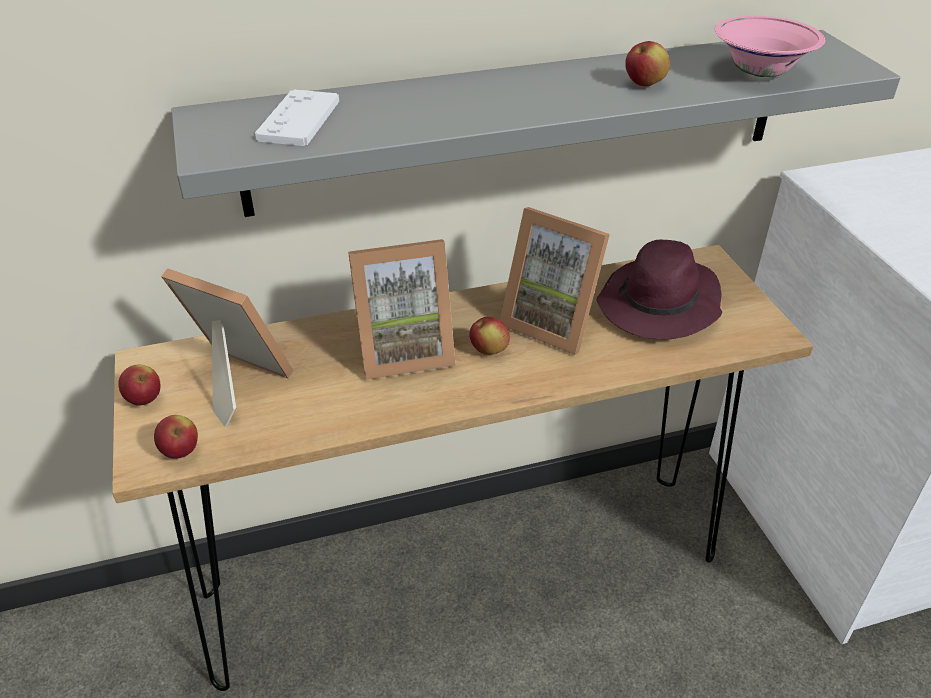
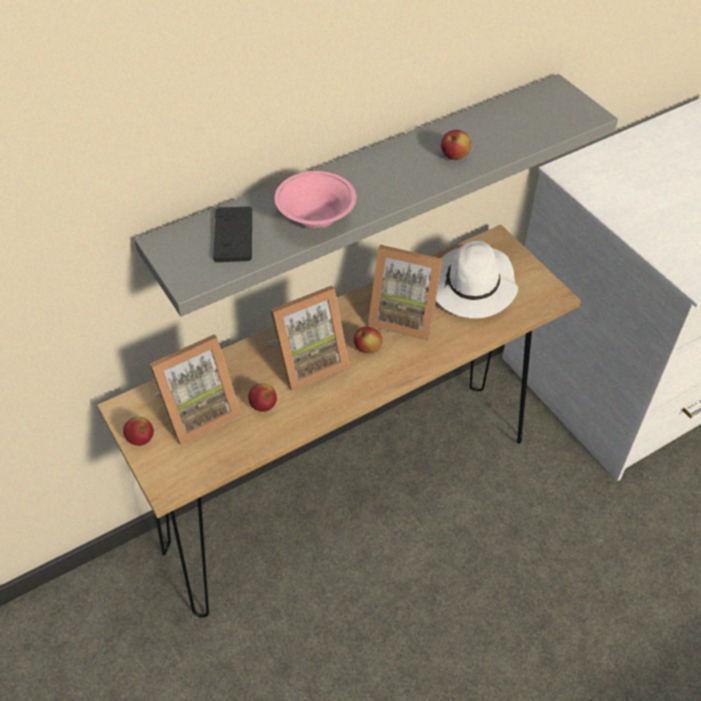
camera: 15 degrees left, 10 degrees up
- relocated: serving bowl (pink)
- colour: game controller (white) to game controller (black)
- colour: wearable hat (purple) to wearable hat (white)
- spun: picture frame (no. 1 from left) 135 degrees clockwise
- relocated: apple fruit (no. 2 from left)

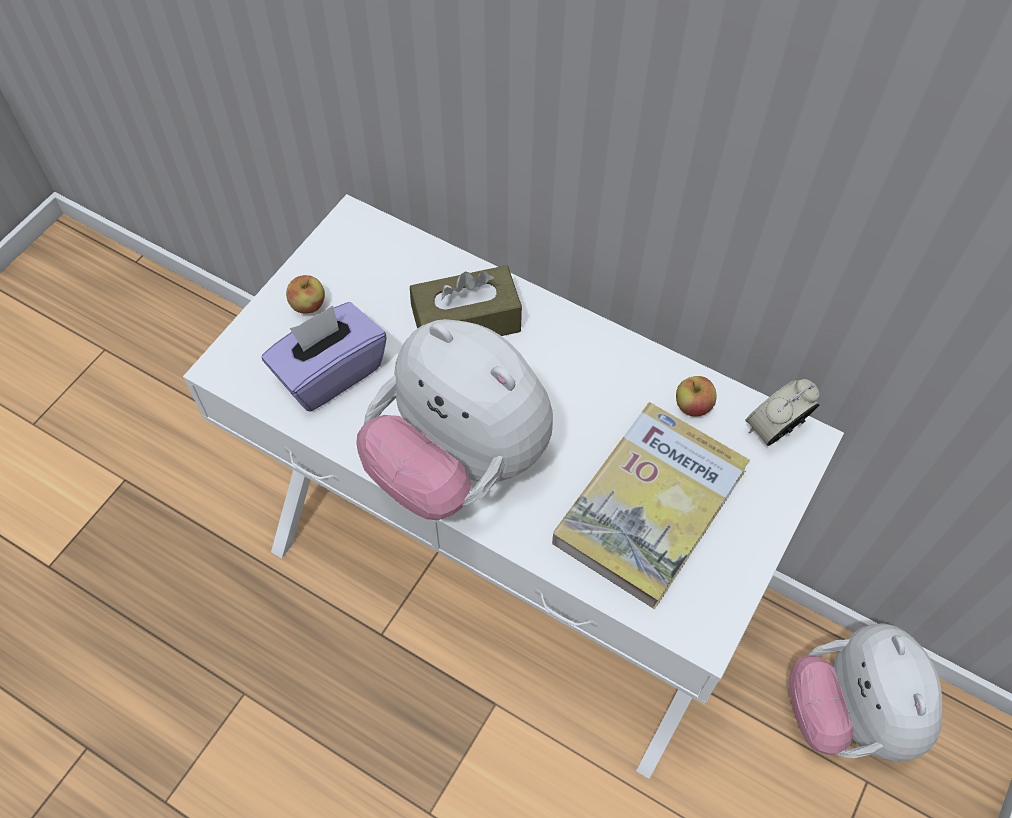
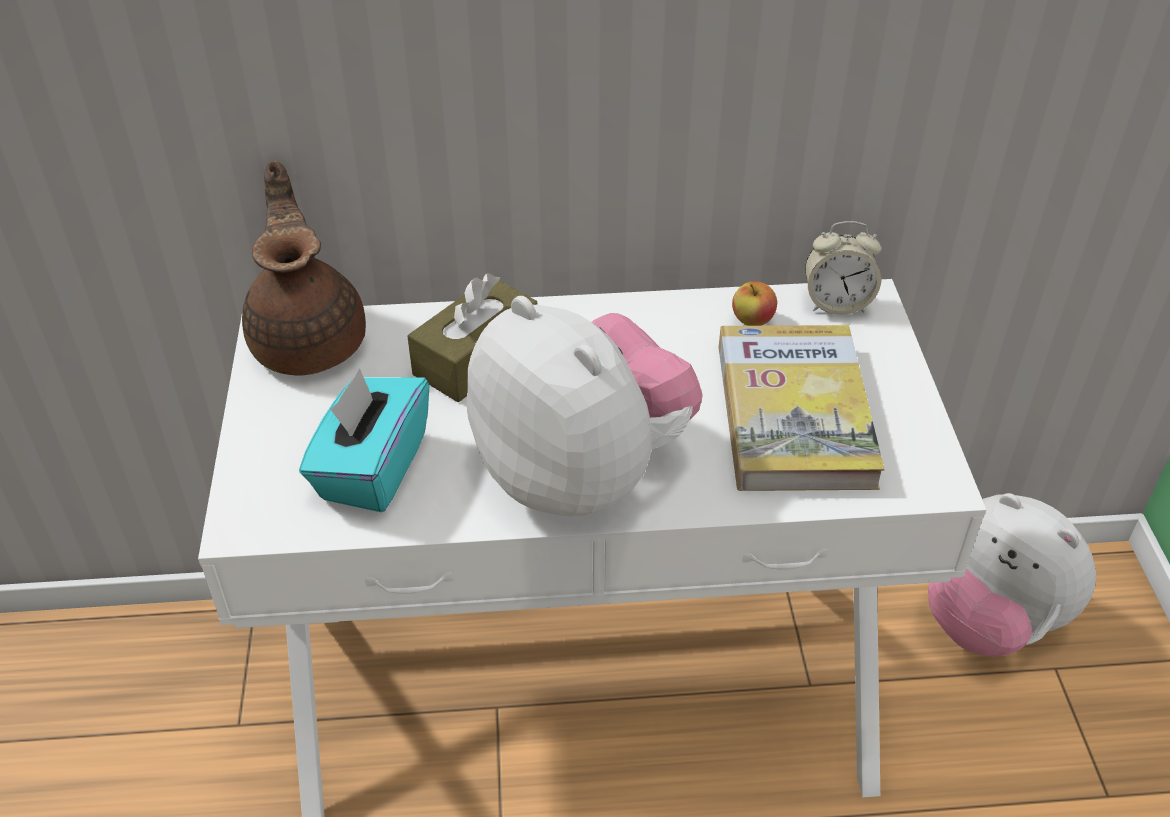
camera: 35 degrees left, 15 degrees down
- missing: apple fruit (no. 1 from left)
- colour: tissue box (purple) to tissue box (blue-green)
- spun: soft toy (no. 1 from left) 135 degrees counterclockwise
- spun: bedside clock 105 degrees counterclockwise
- appeared: pot for tea (brownish)

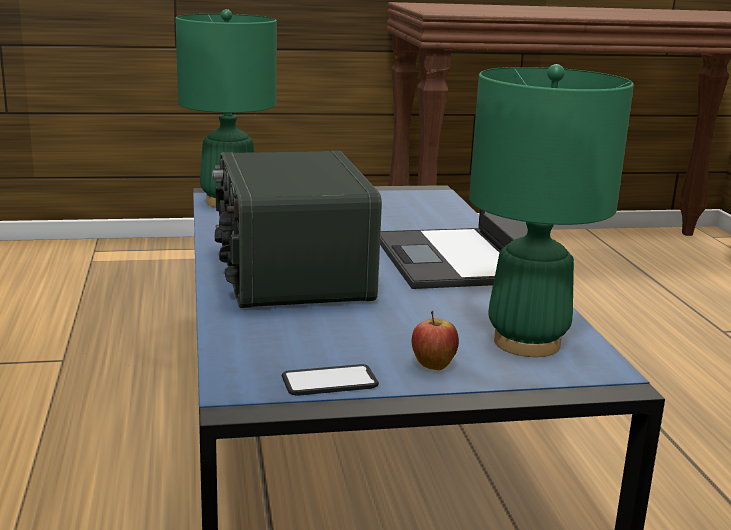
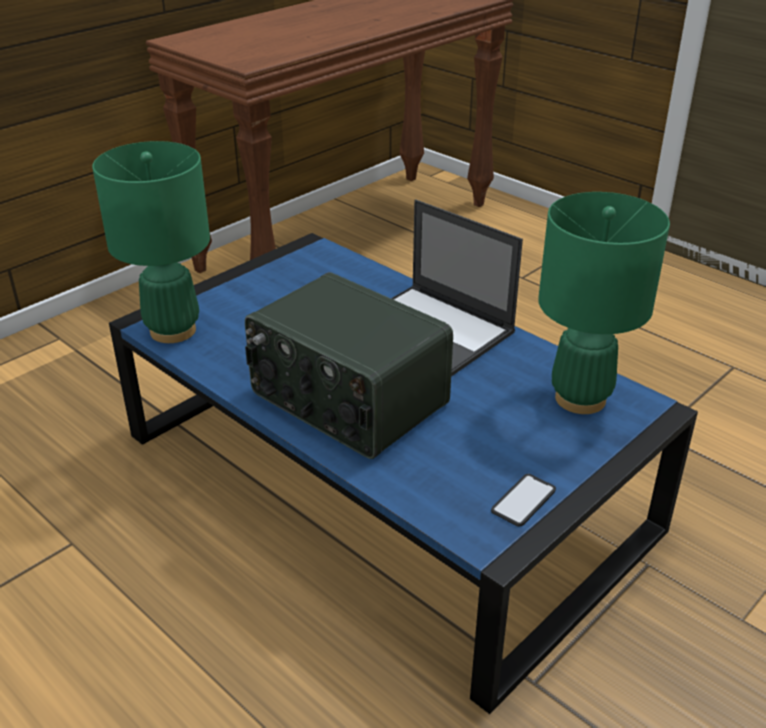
camera: 35 degrees left, 15 degrees up
- missing: apple fruit

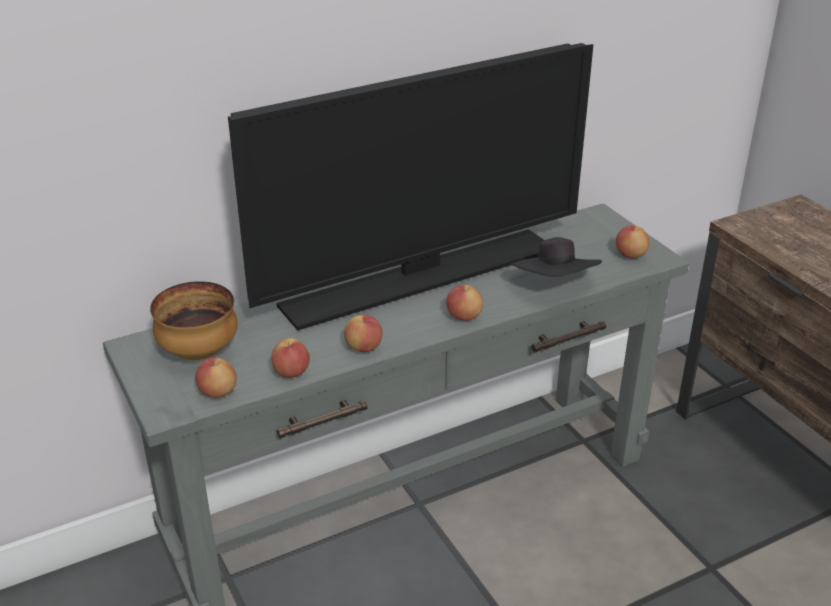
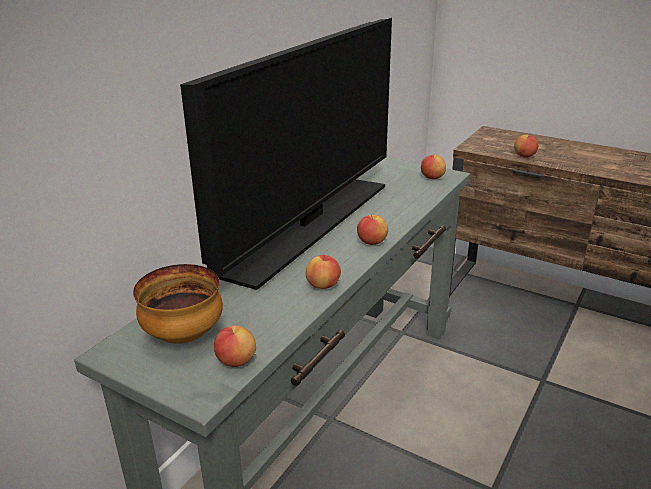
camera: 30 degrees left, 5 degrees down
- missing: wearable hat (black)
- relocated: apple fruit (no. 2 from left in the first image) to apple fruit (no. 5 from left)

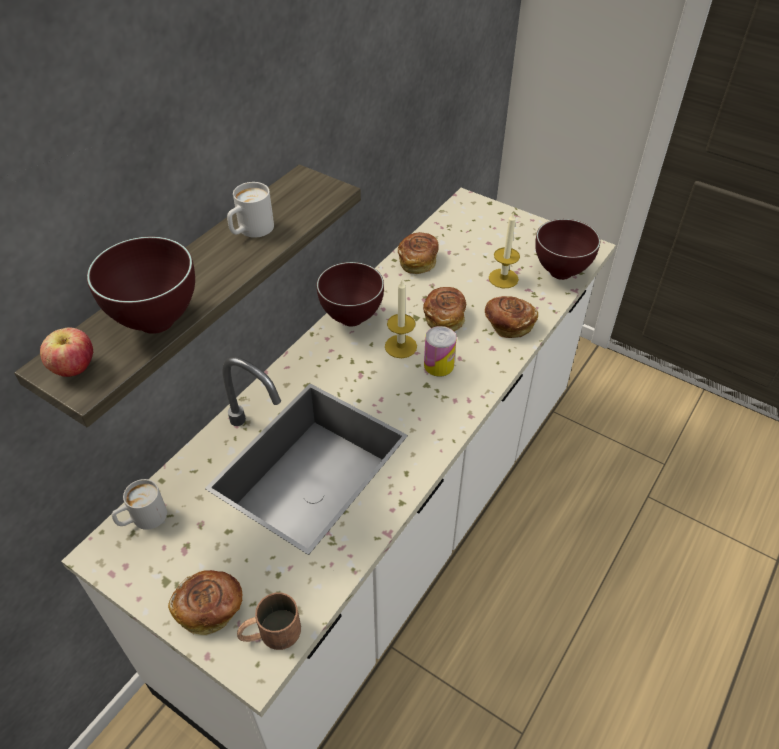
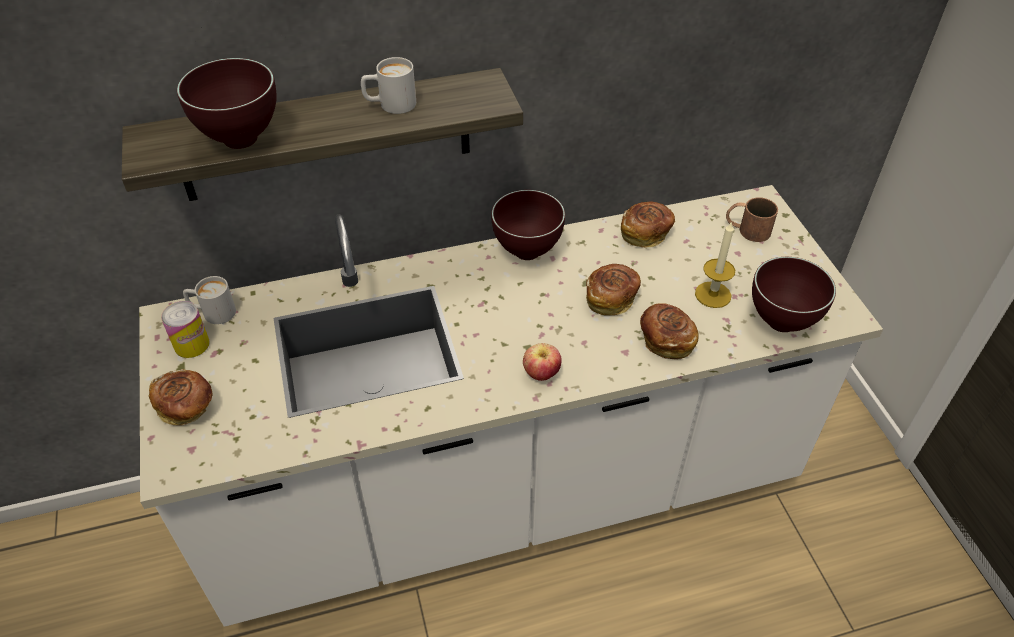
camera: 40 degrees right, 0 degrees up
- missing: wax light (no. 1 from left)
- relocated: sealed can
- relocated: apple fruit
- relocated: tea mug (brownish)

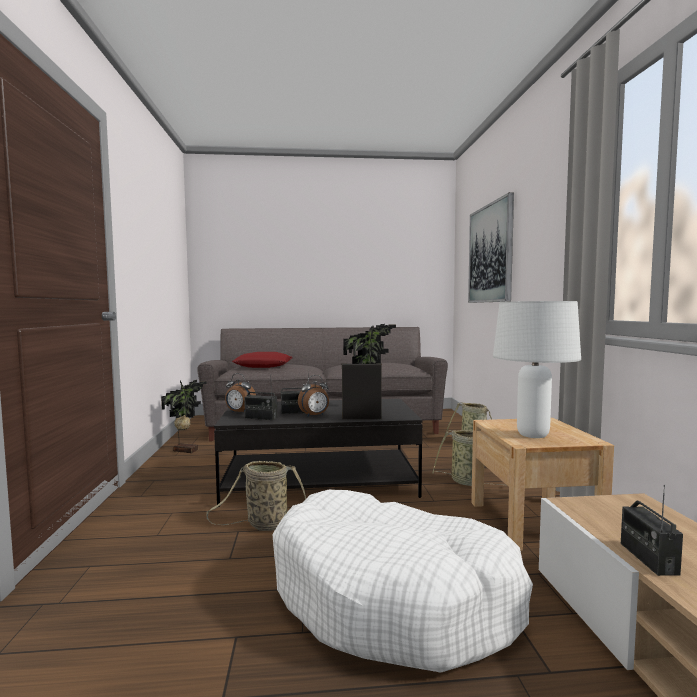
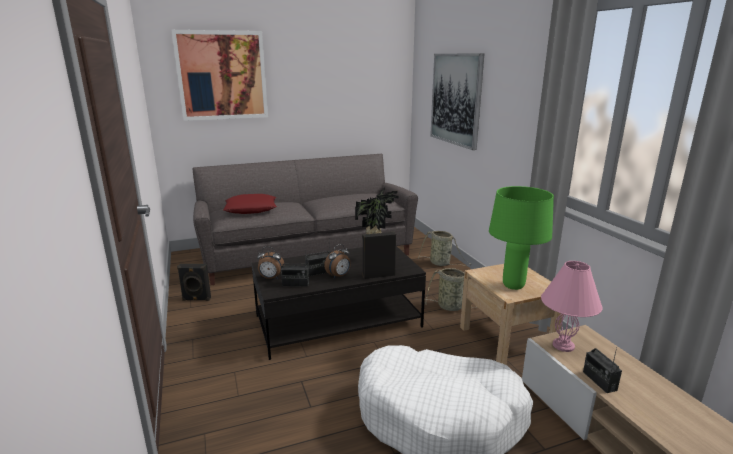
camera: 15 degrees left, 15 degrees up
- colour: table lamp (white) to table lamp (greenish)
- exchanged: houseplant (no. 1 from left) to loudspeaker (black) (no. 1 from left)
- missing: basket (no. 1 from left)
- appeared: wall picture (no. 1 from left)
- appeared: table lamp (pink)

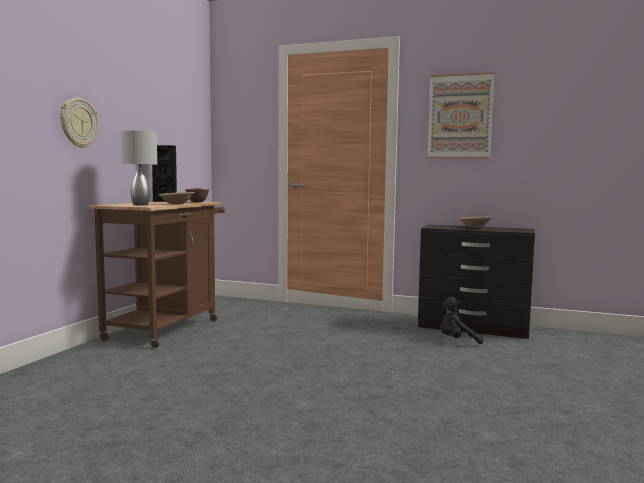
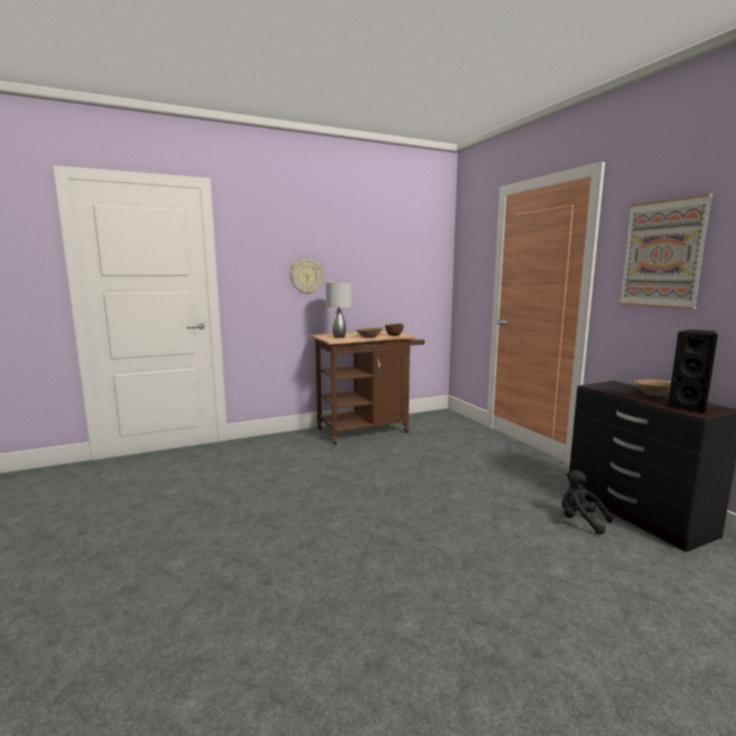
camera: 45 degrees right, 5 degrees up
- relocated: loudspeaker (black)

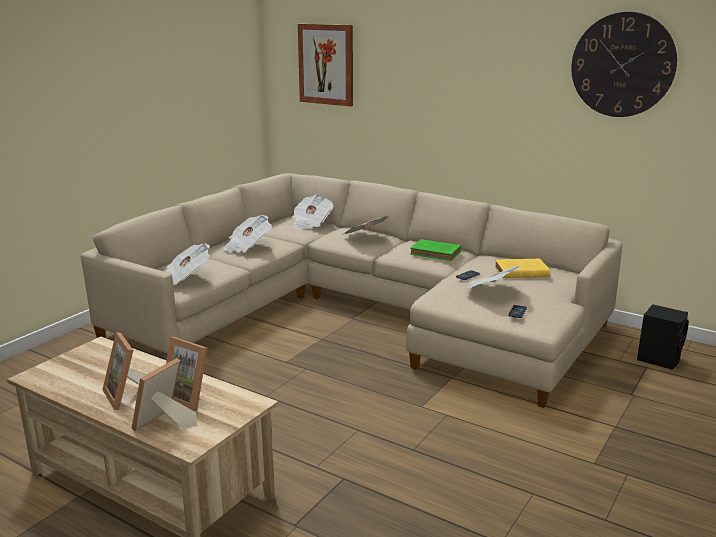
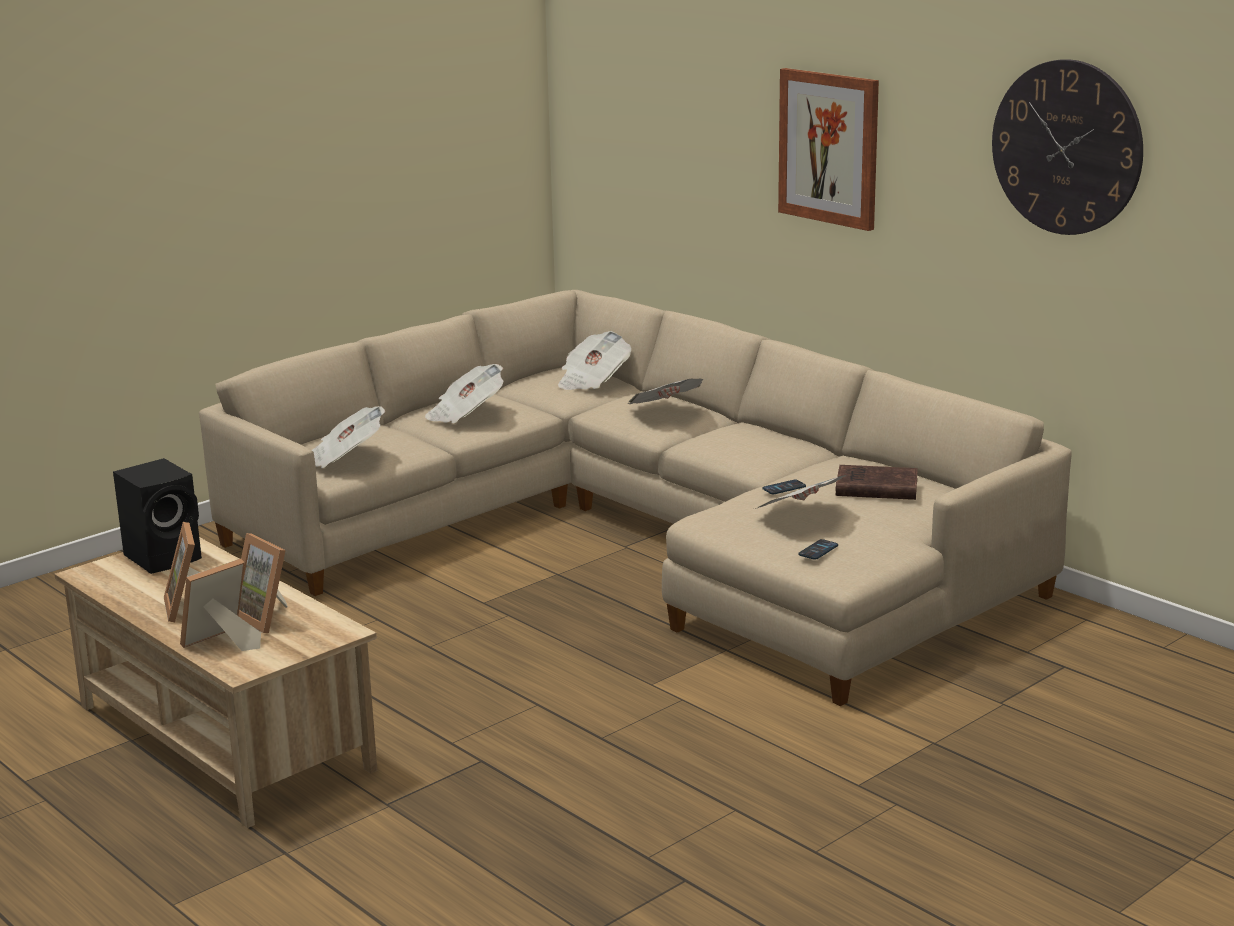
camera: 15 degrees right, 0 degrees up
- relocated: wall picture
- missing: volume (greenish)
- colour: volume (yellowish) to volume (brownish)
- relocated: loudspeaker (black)

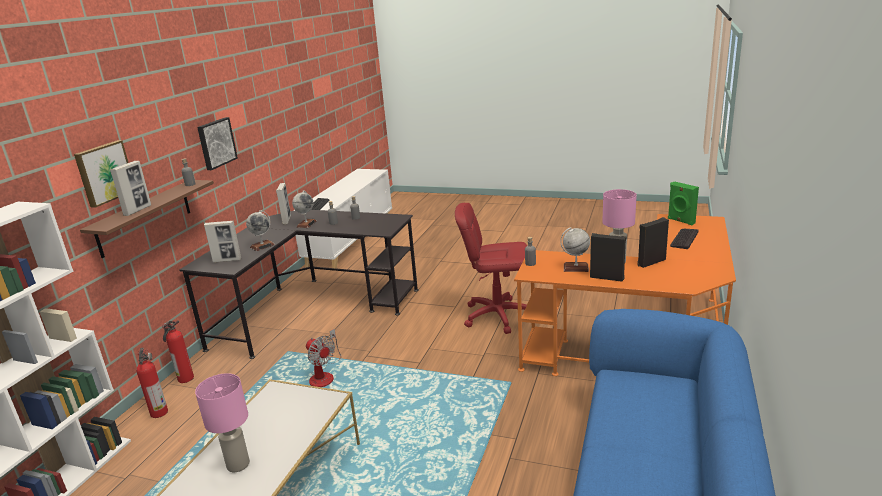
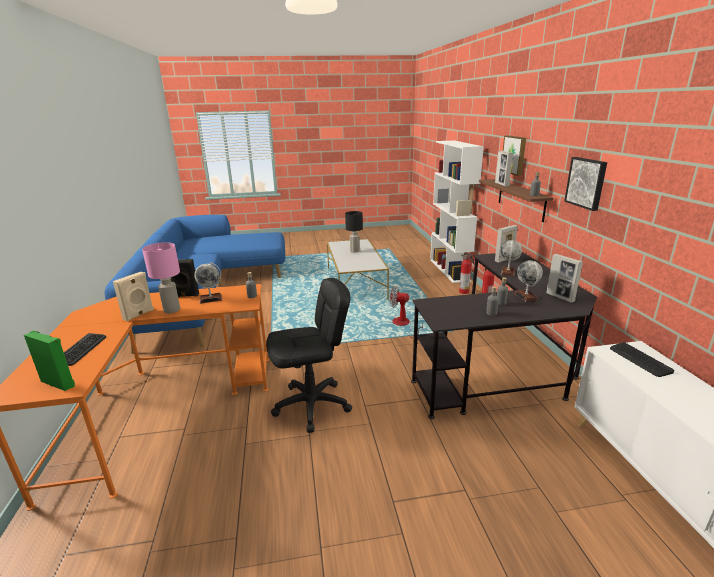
camera: 150 degrees right, 0 degrees up
- colour: office chair (red) to office chair (black)
- colour: loudspeaker (black) (no. 2 from left) to loudspeaker (beige)
- colour: table lamp (pink) (no. 1 from left) to table lamp (black)

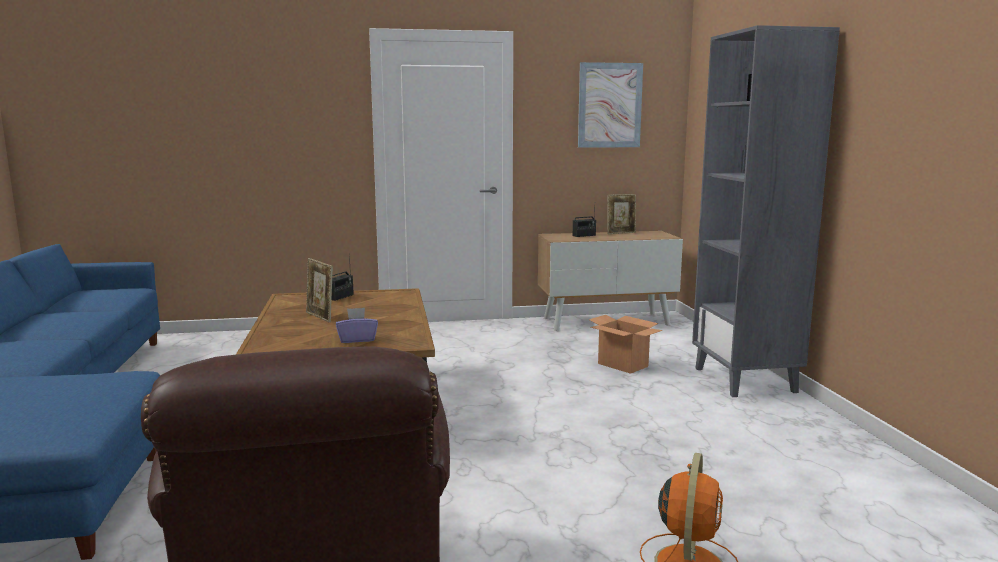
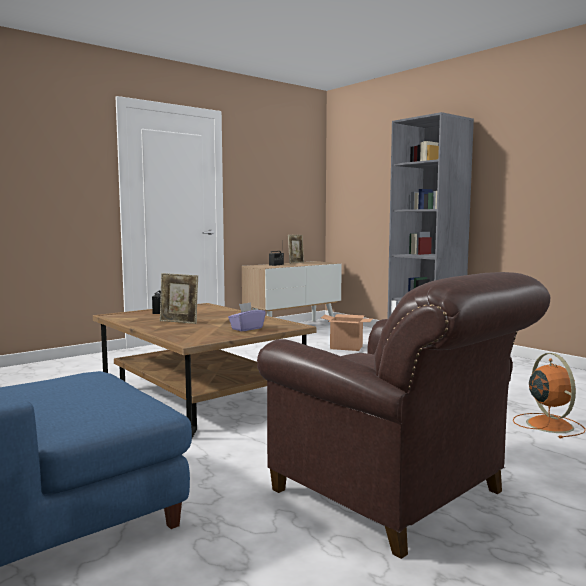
camera: 30 degrees left, 5 degrees down
- missing: wall picture

